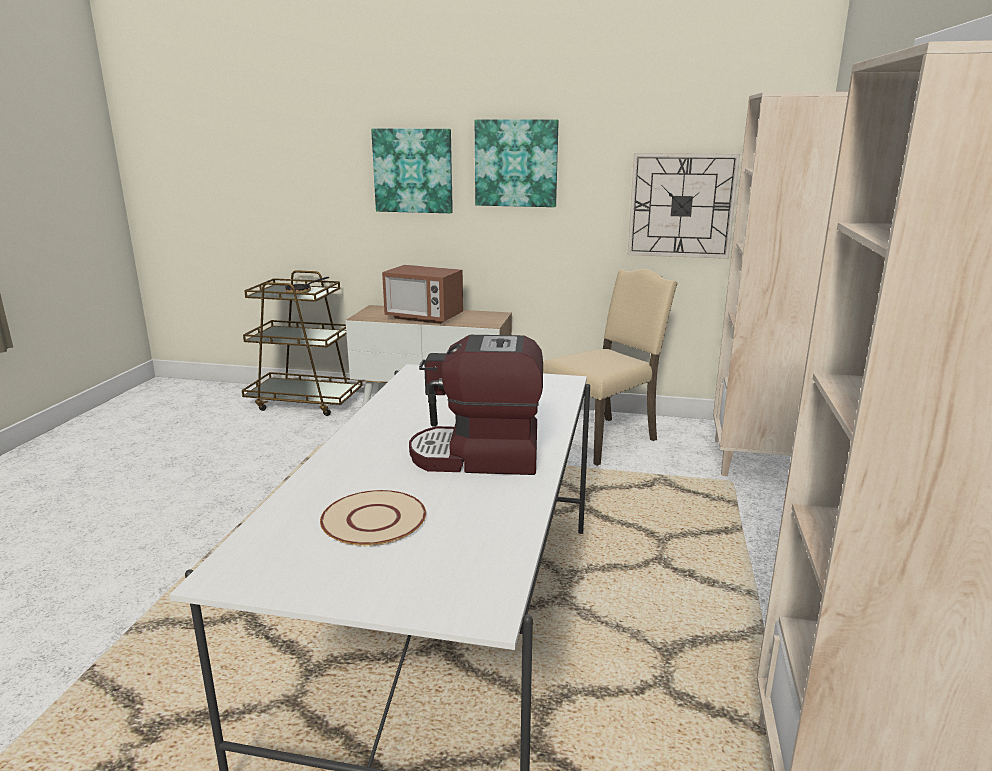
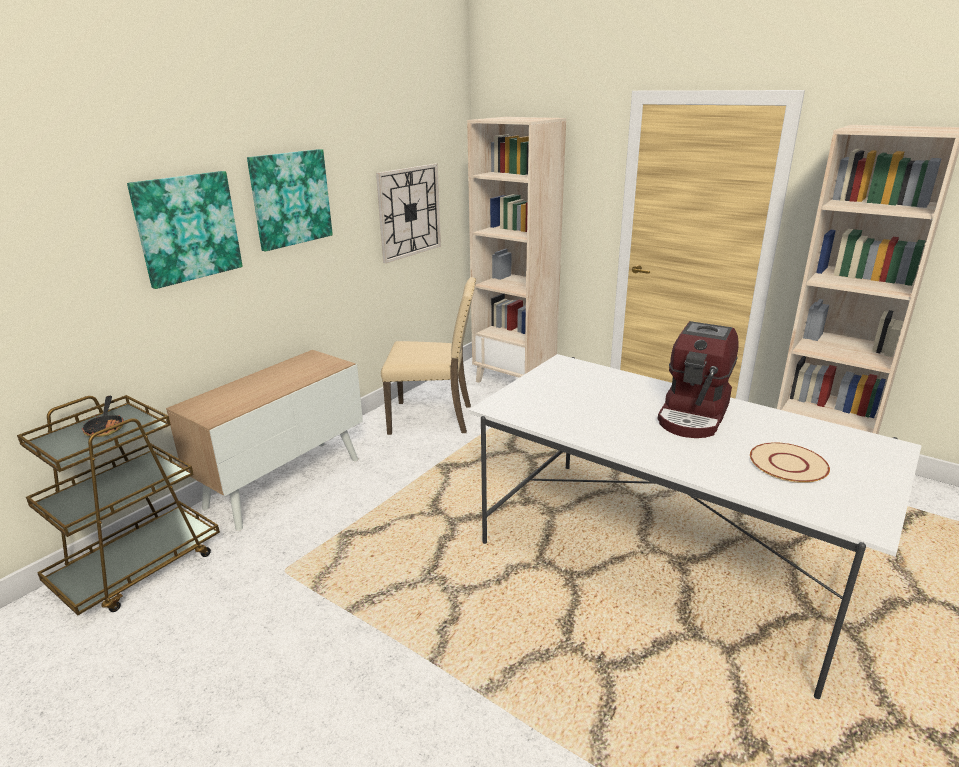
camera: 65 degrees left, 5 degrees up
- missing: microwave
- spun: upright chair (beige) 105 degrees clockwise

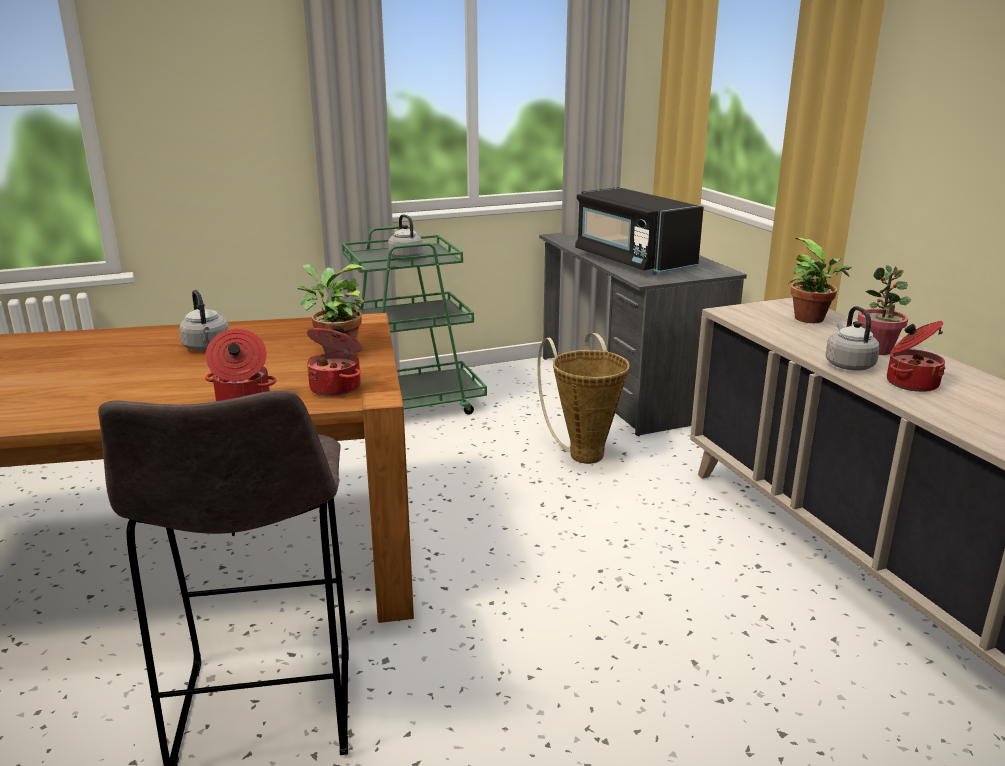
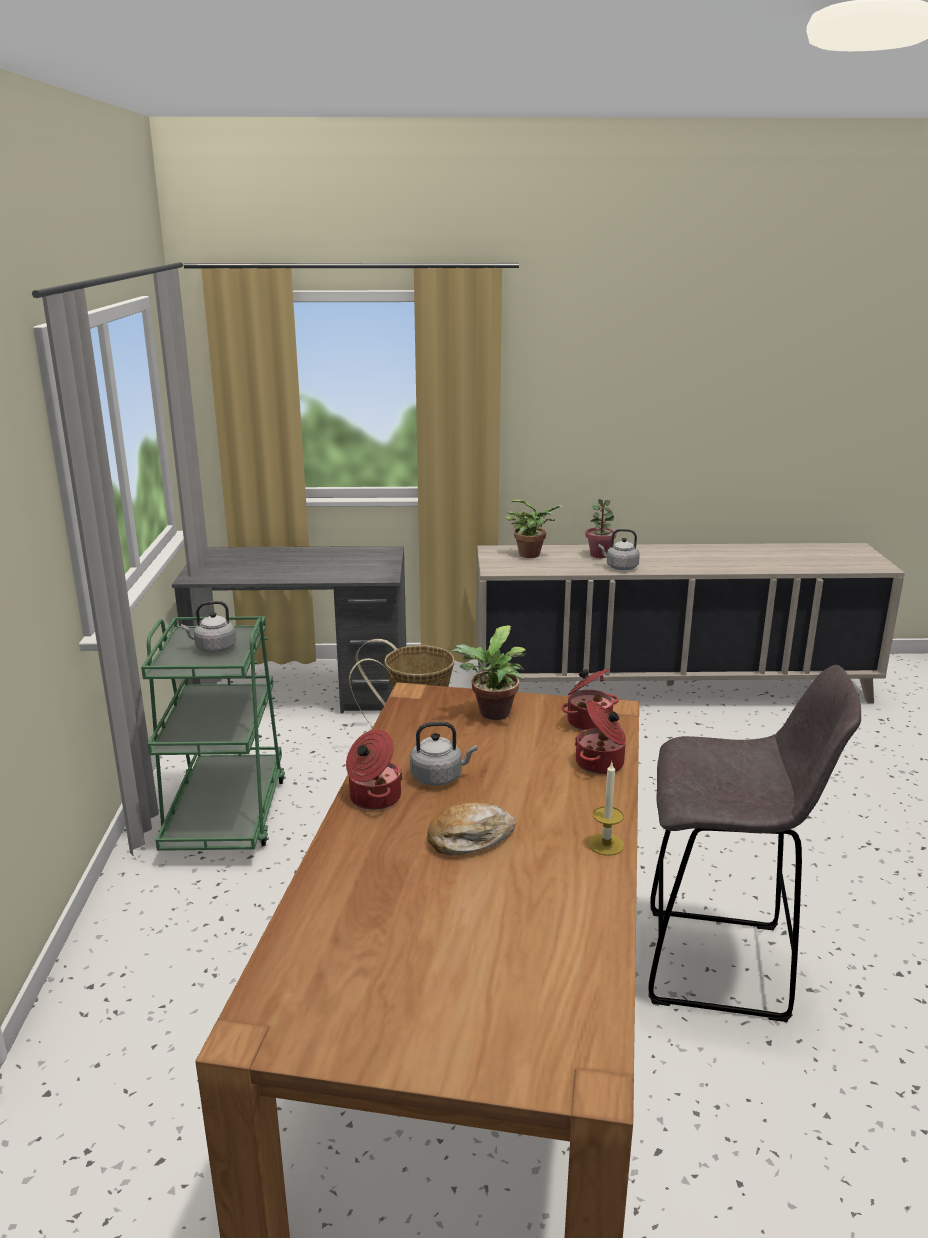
camera: 70 degrees left, 0 degrees up
- missing: microwave (black)
- relocated: cooking pot (no. 3 from left in the first image) to cooking pot (no. 1 from left)
- appeared: wax light
- appeared: bakery bread

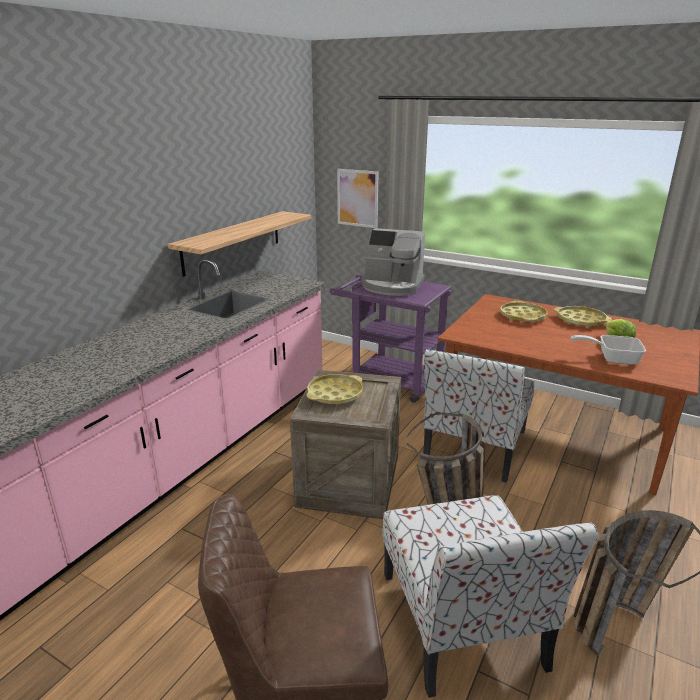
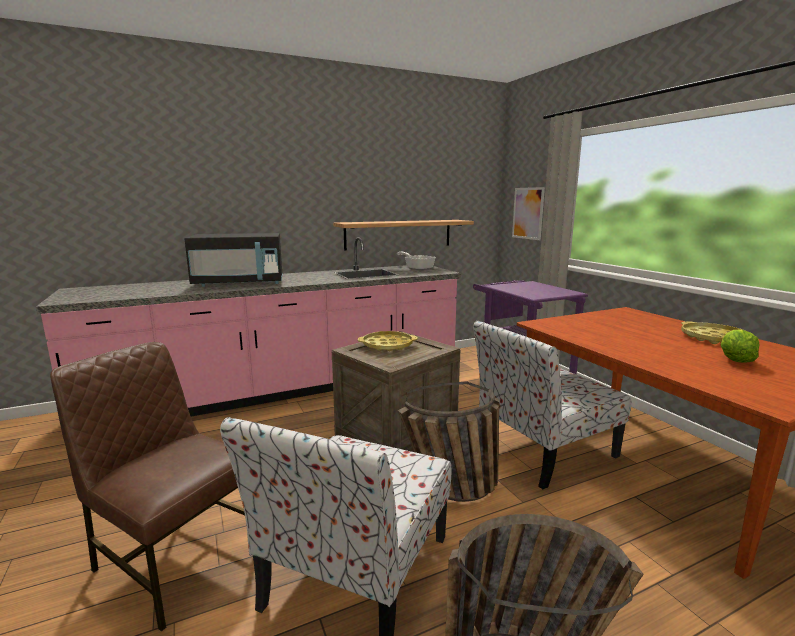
camera: 35 degrees right, 10 degrees down
- missing: coffee maker
- missing: carrying tray (yellowish) (no. 2 from left)
- relocated: pan
- appeared: microwave (black)

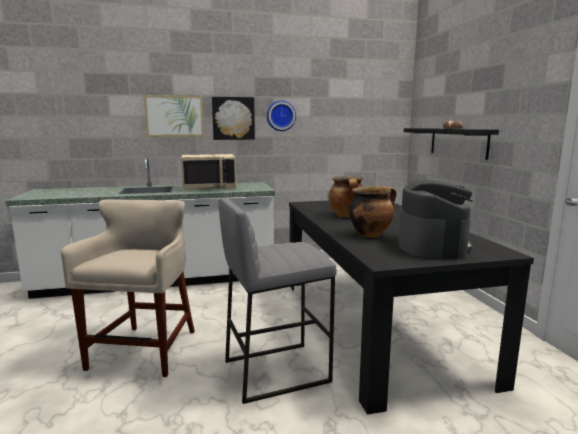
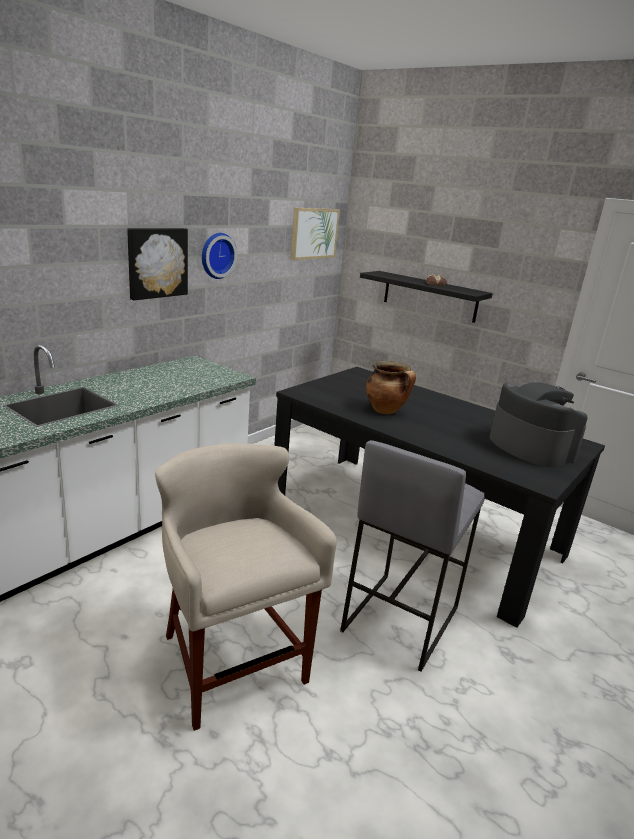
camera: 40 degrees left, 10 degrees up
- relocated: wall picture (no. 1 from left in the first image) to wall picture (no. 2 from left)
- missing: microwave (beige)
- missing: cooking pot (no. 2 from left)

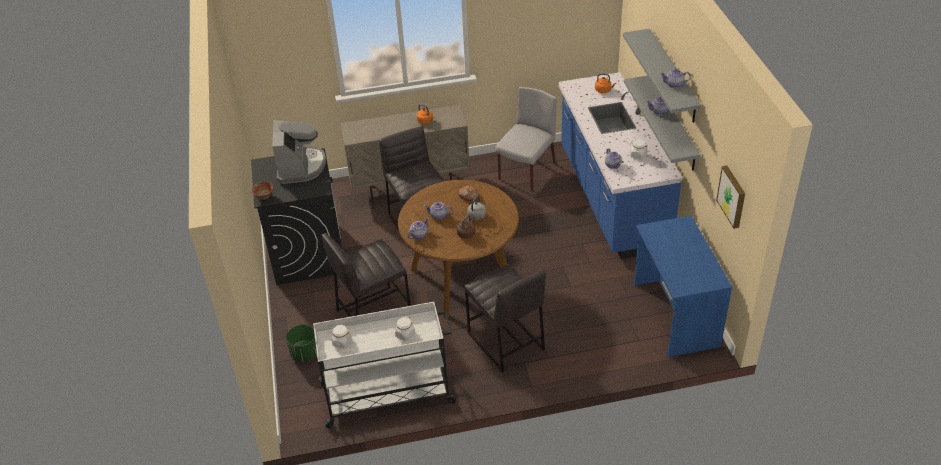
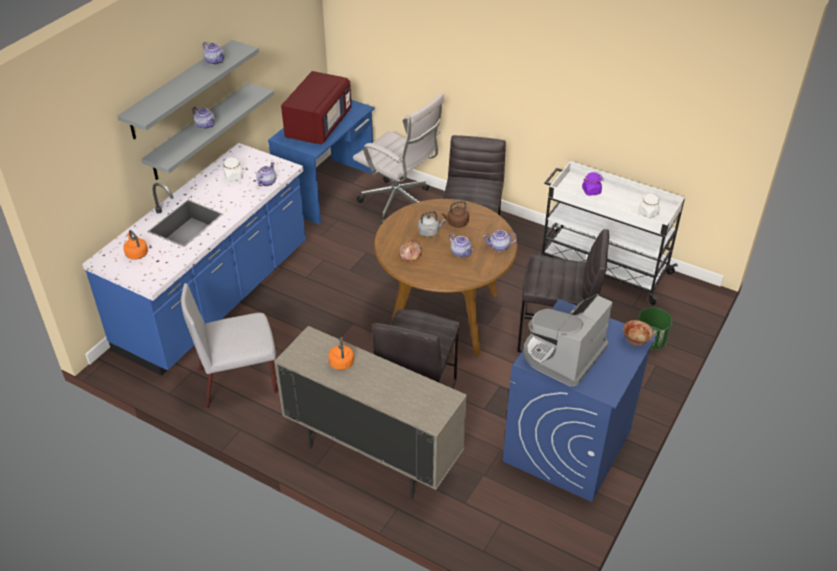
camera: 140 degrees left, 0 degrees up
- colour: laundry appliance (black) to laundry appliance (blue-coloured)
- missing: wall picture
- colour: jar (white) (no. 2 from left) to jar (purple)
- appeared: microwave (red)
- appeared: office chair (white)

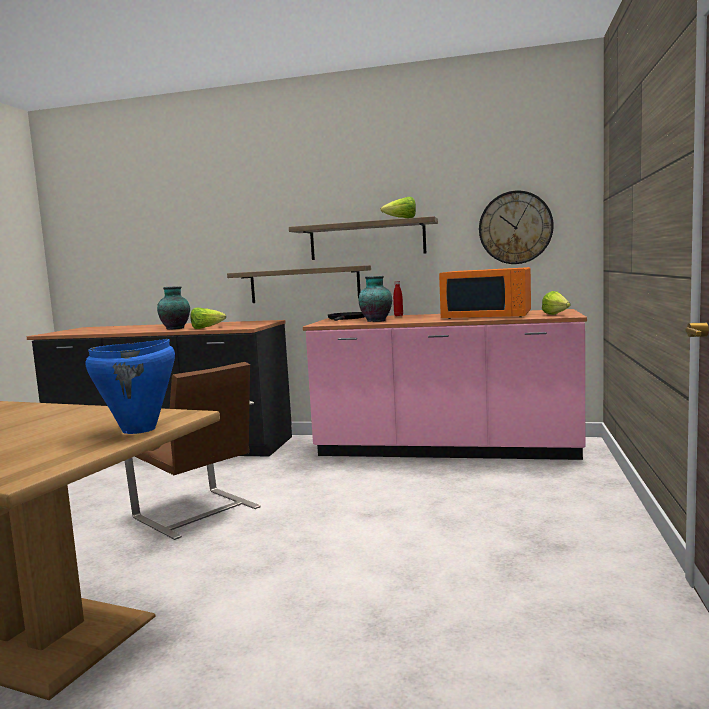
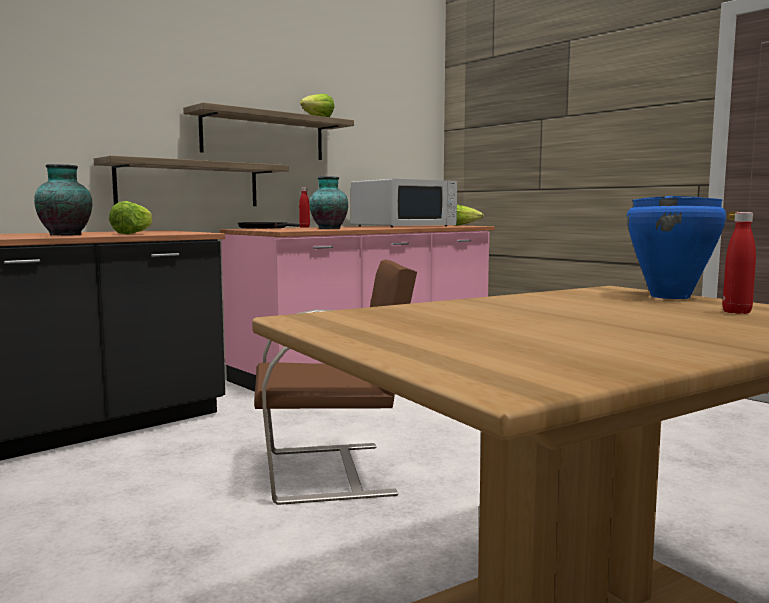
camera: 55 degrees left, 0 degrees up
- missing: clock on the wall
- colour: microwave (orangey) to microwave (white)
- appeared: drink bottle (red) (no. 2 from left)

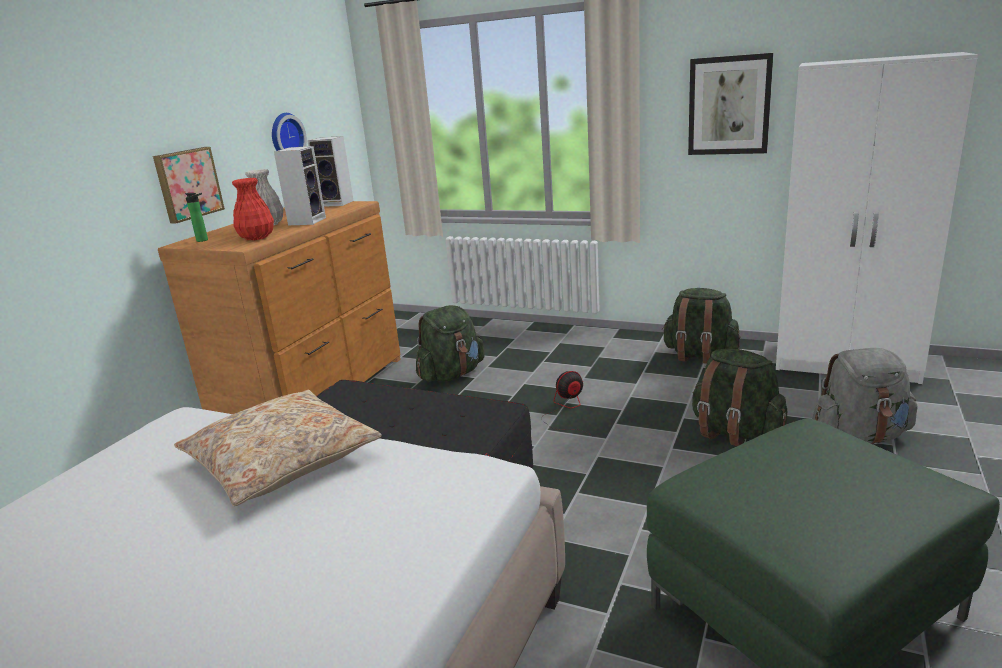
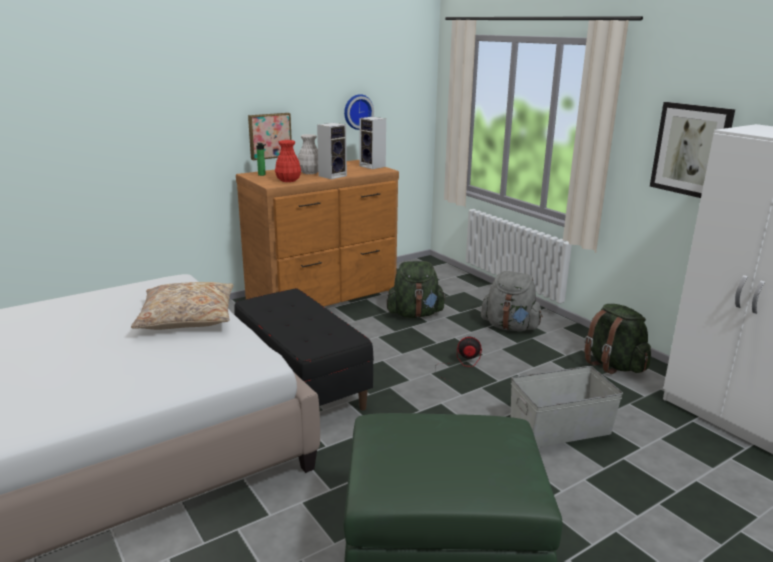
camera: 30 degrees right, 0 degrees up
- relocated: backpack (greyish)
- exchanged: backpack (greenish) (no. 3 from left) to storage bin (greyish)

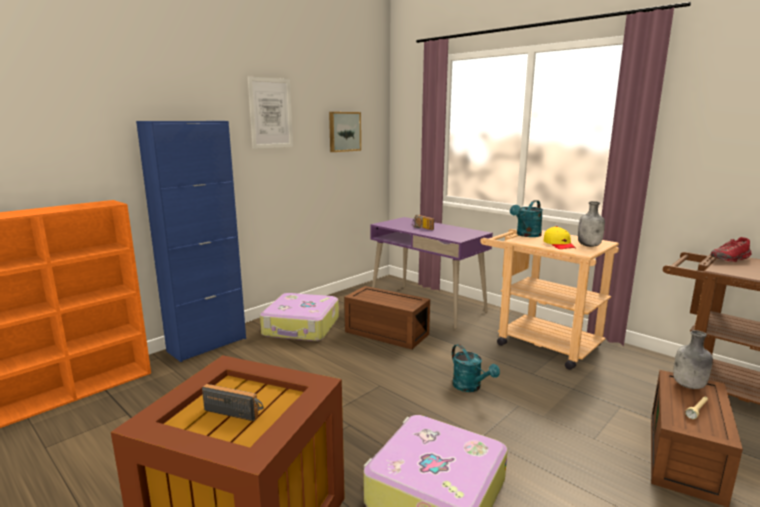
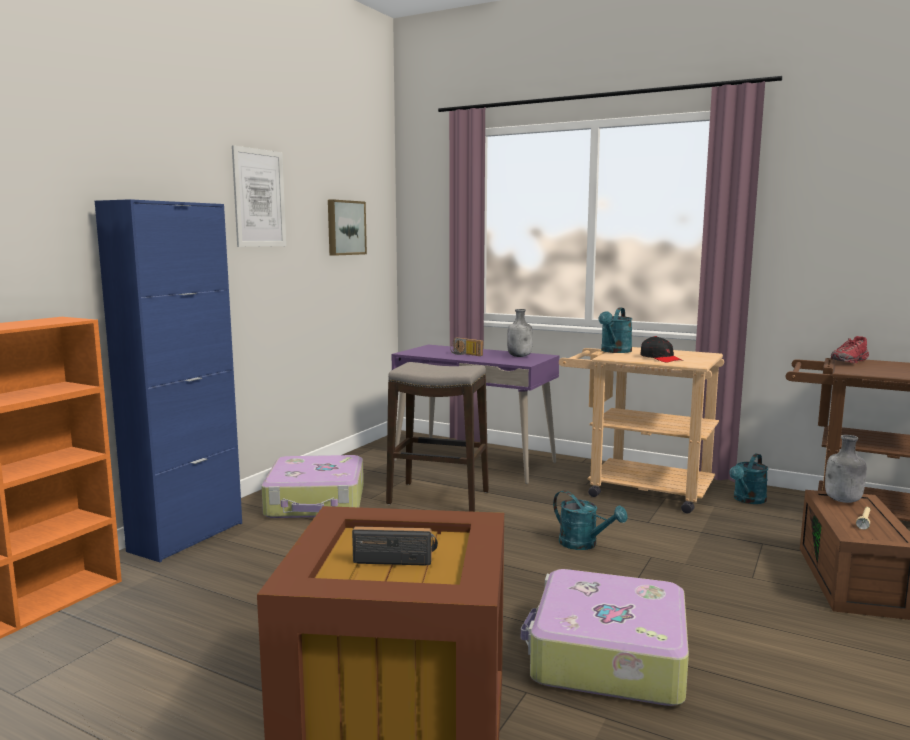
camera: 15 degrees left, 5 degrees down
- relocated: drink bottle (greyish) (no. 1 from left)
- colour: baseball cap (yellowish) to baseball cap (black)
- exchanged: storage bin (brownish) (no. 2 from left) to stool
- appeared: sprinkling can (blue-green) (no. 3 from left)

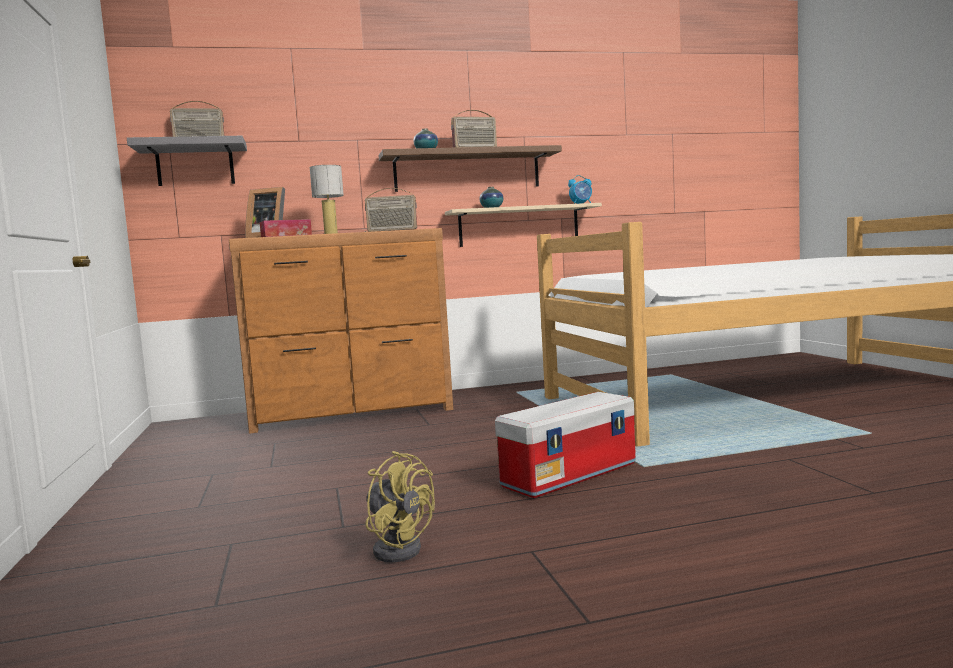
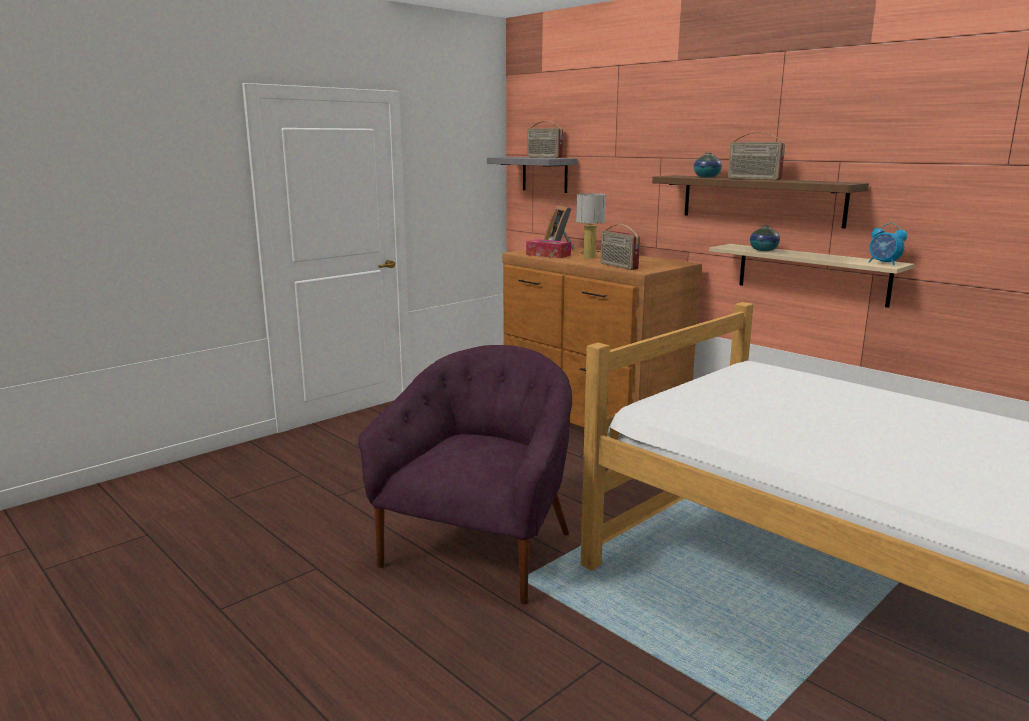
camera: 60 degrees right, 10 degrees up
- exchanged: storage bin to armchair (purple)
- missing: cooling fan (yellowish)

